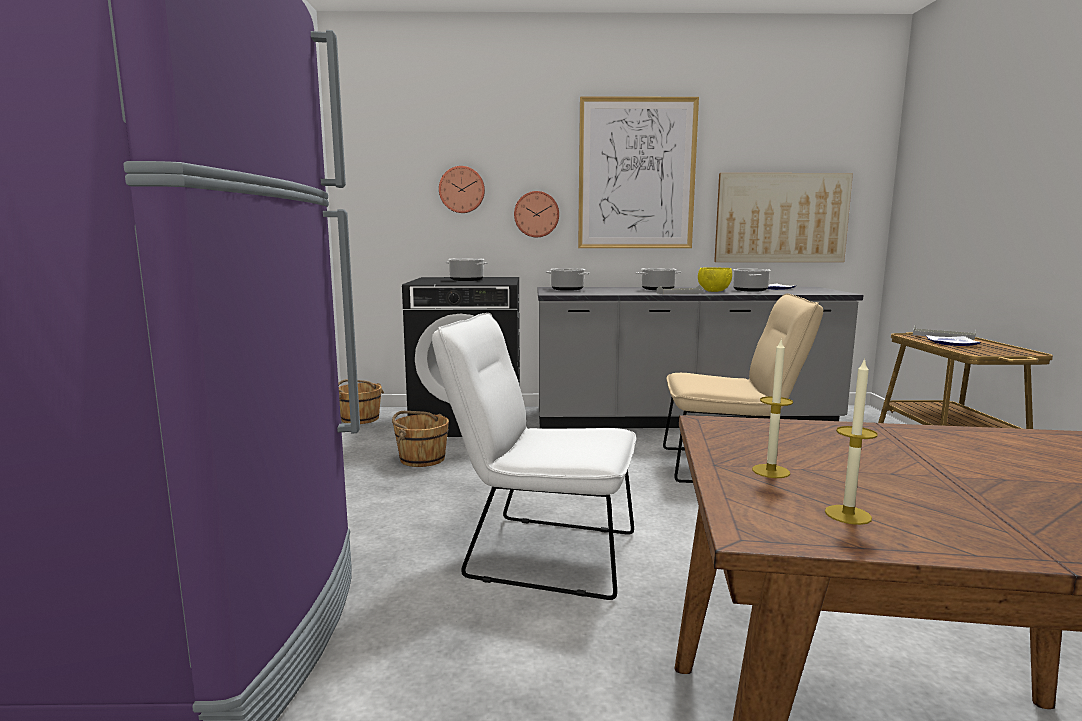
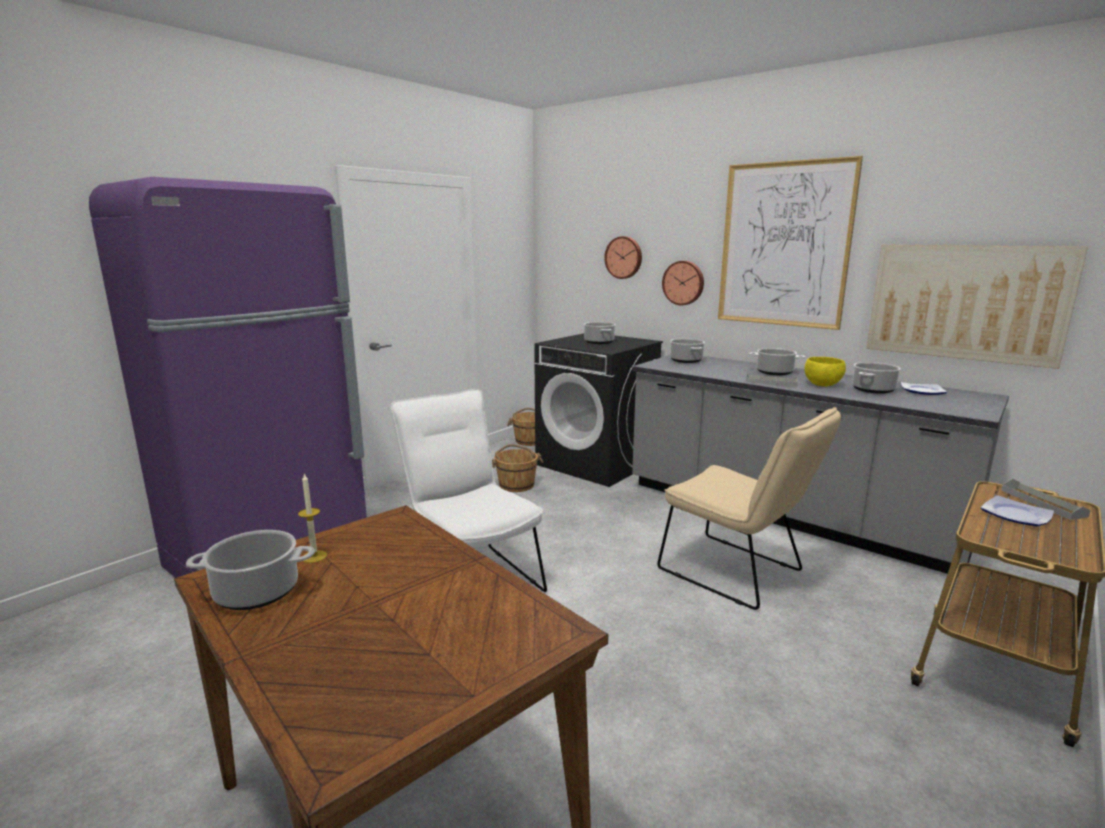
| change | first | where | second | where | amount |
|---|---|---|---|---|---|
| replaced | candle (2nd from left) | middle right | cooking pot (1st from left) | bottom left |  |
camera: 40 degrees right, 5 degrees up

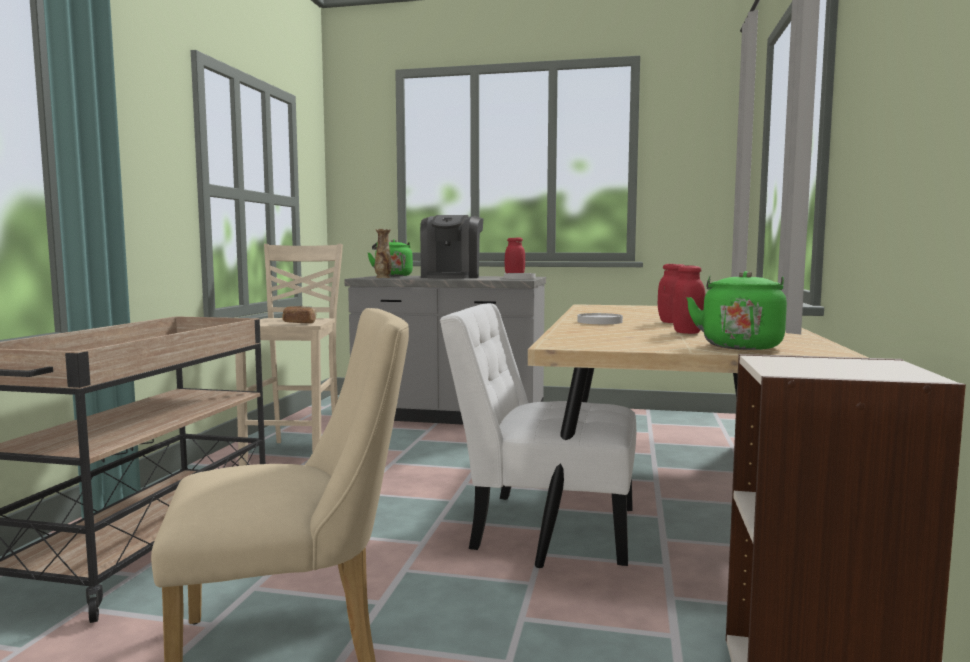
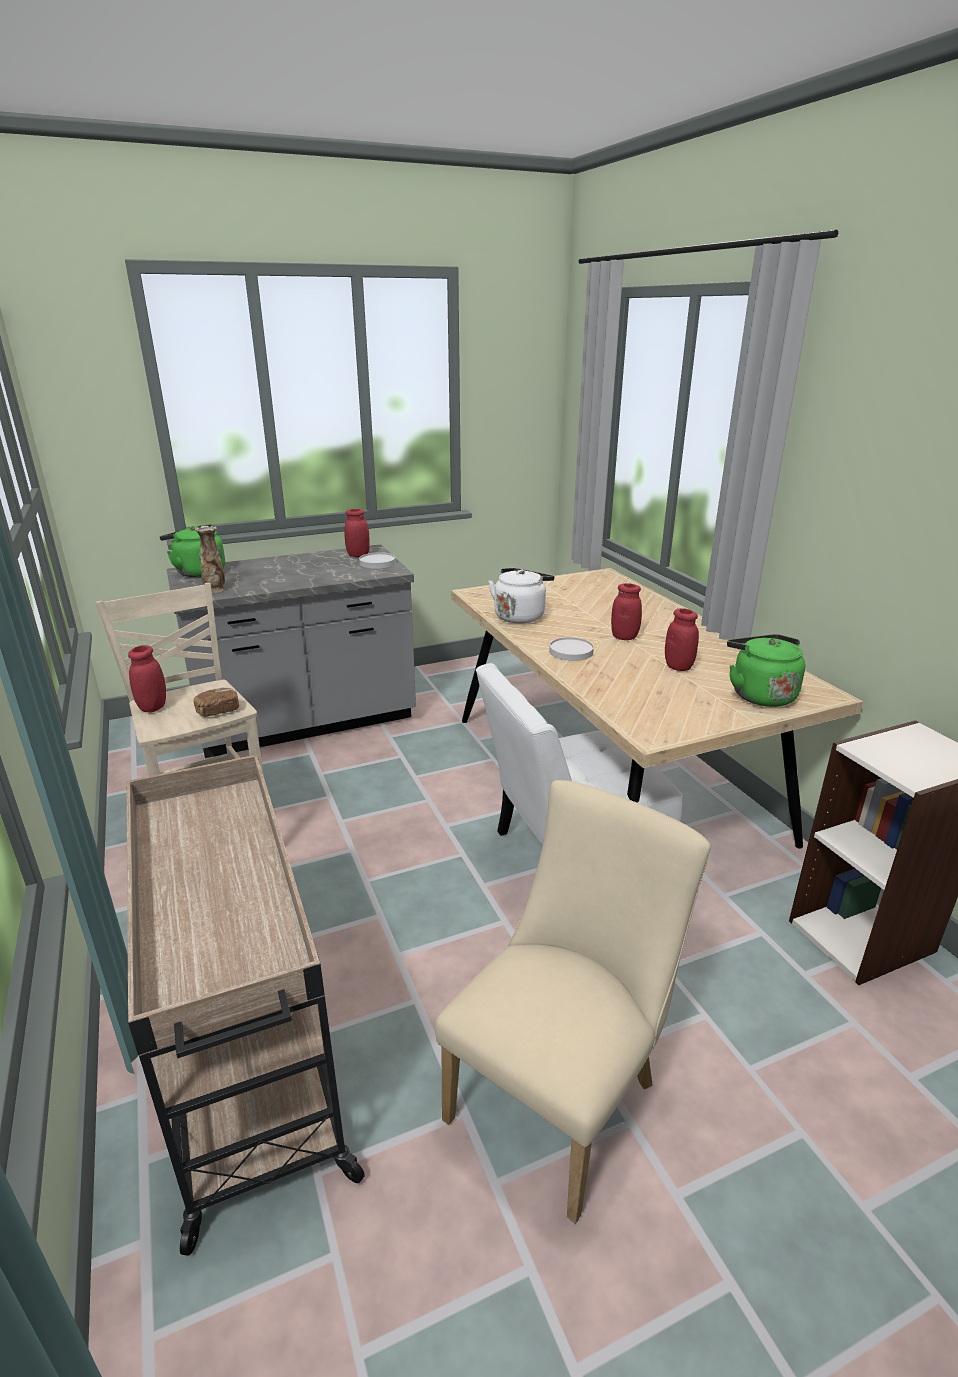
| change | first | where | second | where | amount |
|---|---|---|---|---|---|
| removed | coffee machine | centre |  |  |  |
| added |  |  | jar/red (1st from left) | middle left |  |
| added |  |  | kettle/white | centre |  |
camera: 35 degrees left, 20 degrees up

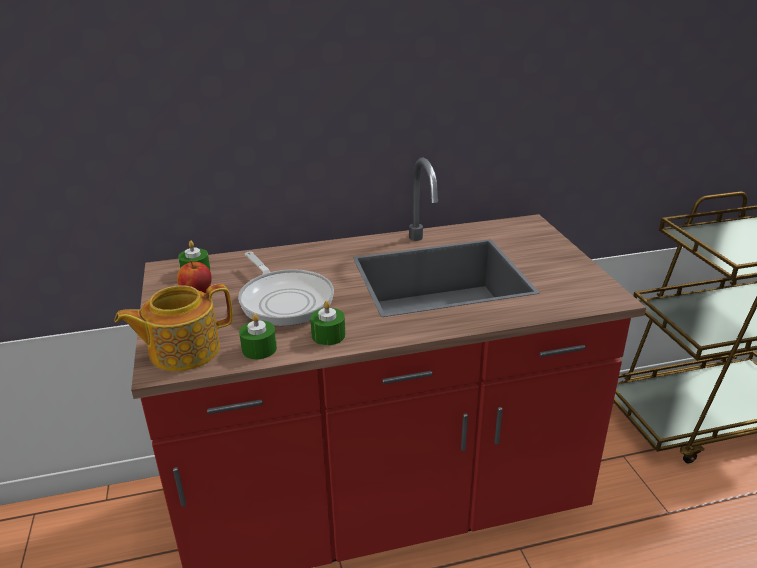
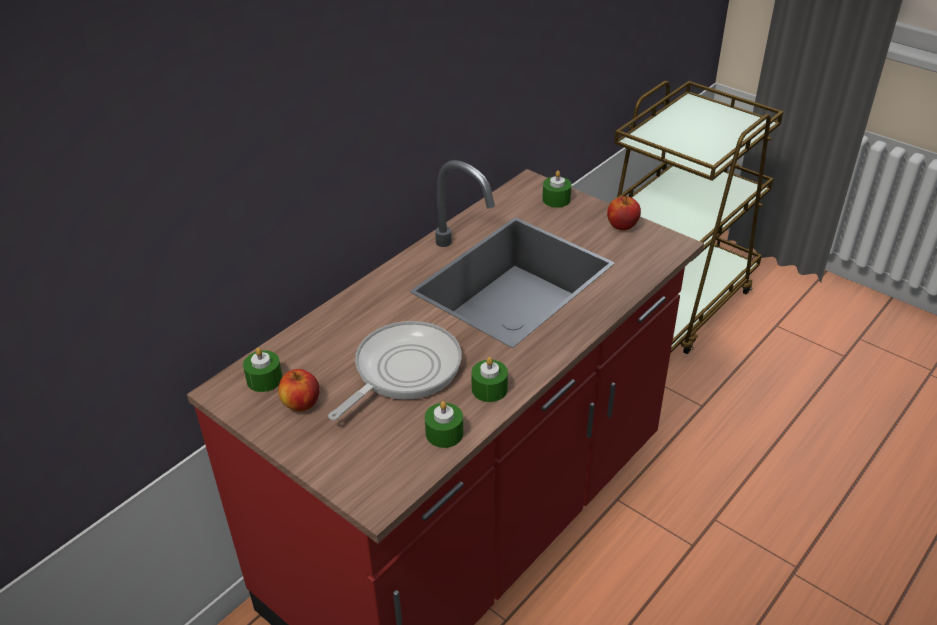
| change | first | where | second | where | amount |
|---|---|---|---|---|---|
| removed | teapot | middle left |  |  |  |
| added |  |  | candle/green (4th from left) | top centre |  |
| added |  |  | apple (2nd from left) | centre |  |
| turned | frying pan | centre |  | centre | 75 degrees counterclockwise |
camera: 35 degrees left, 10 degrees up

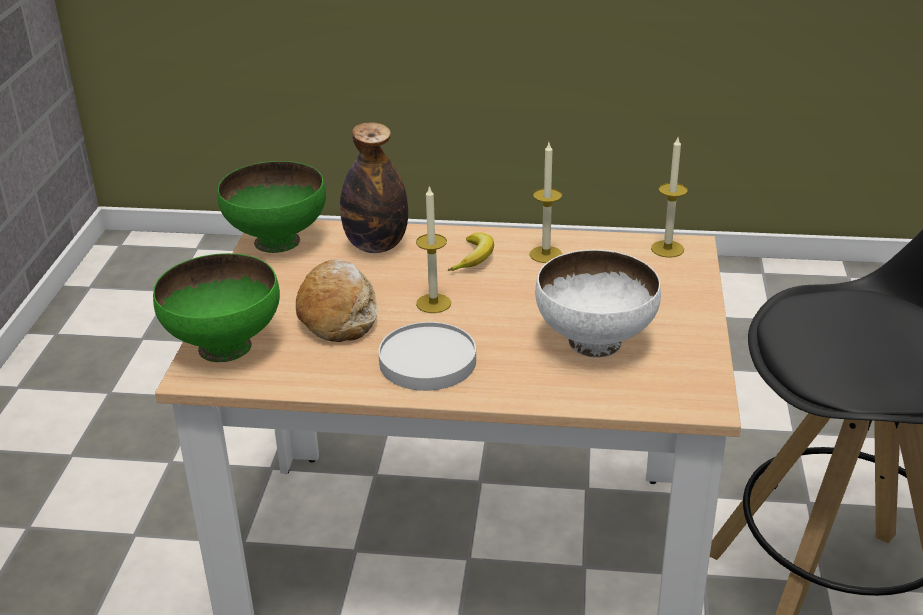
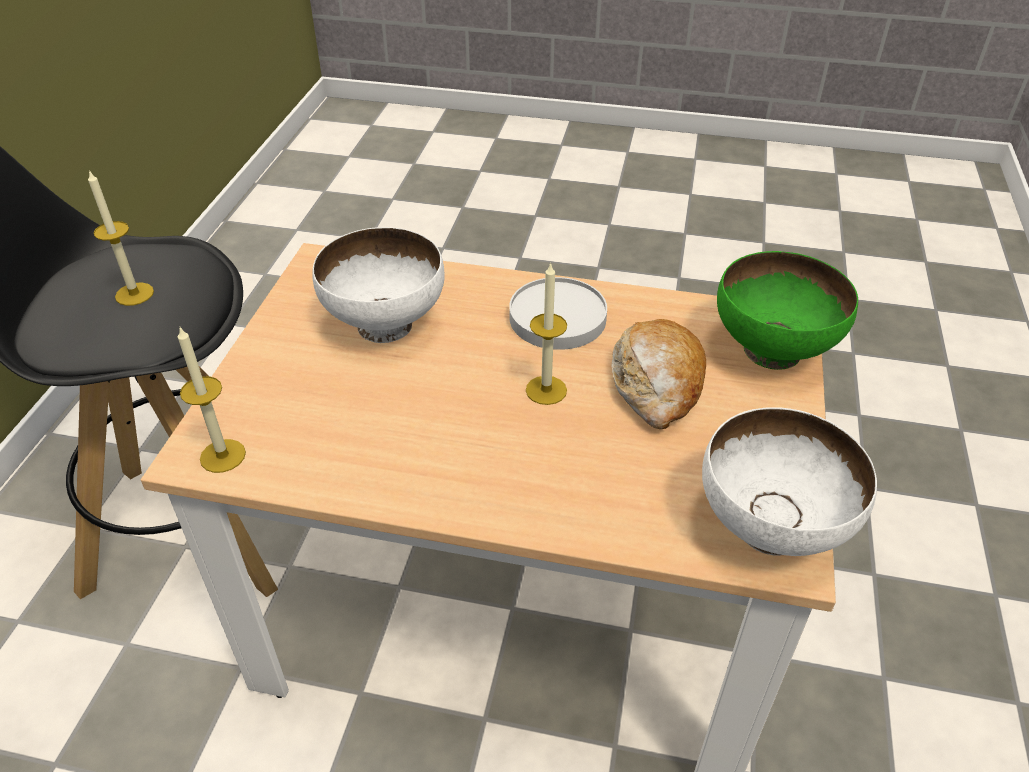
| change | first | where | second | where | amount |
|---|---|---|---|---|---|
| removed | bottle | top centre |  |  |  |
| removed | banana | centre |  |  |  |
| moved | candle (2nd from left in the first image) | top centre | candle (1st from left) | top left |  |
| recoloured | bowl/green (2nd from left) | middle left | bowl/white (2nd from left) | middle right |  |
camera: 175 degrees left, 10 degrees up

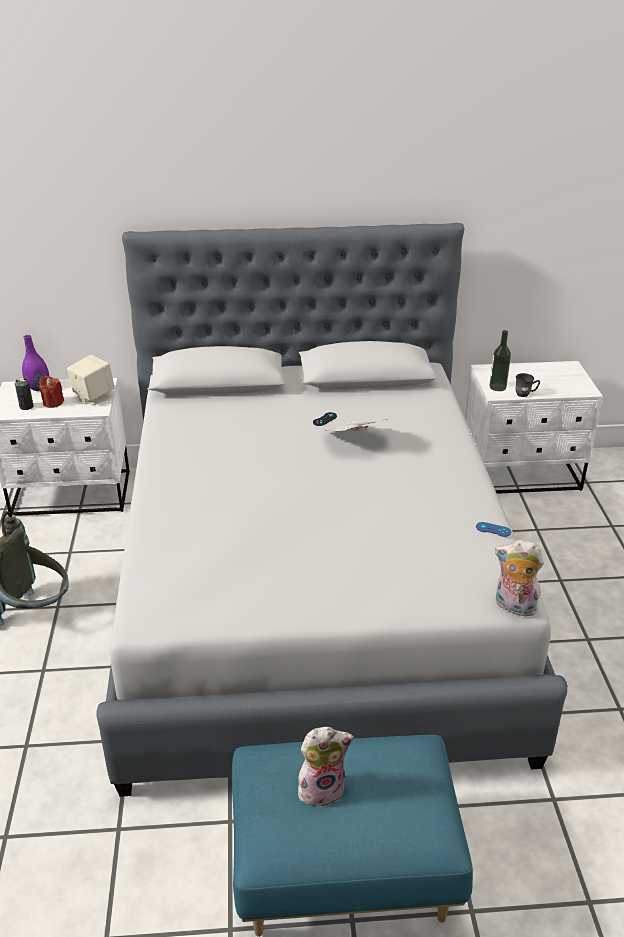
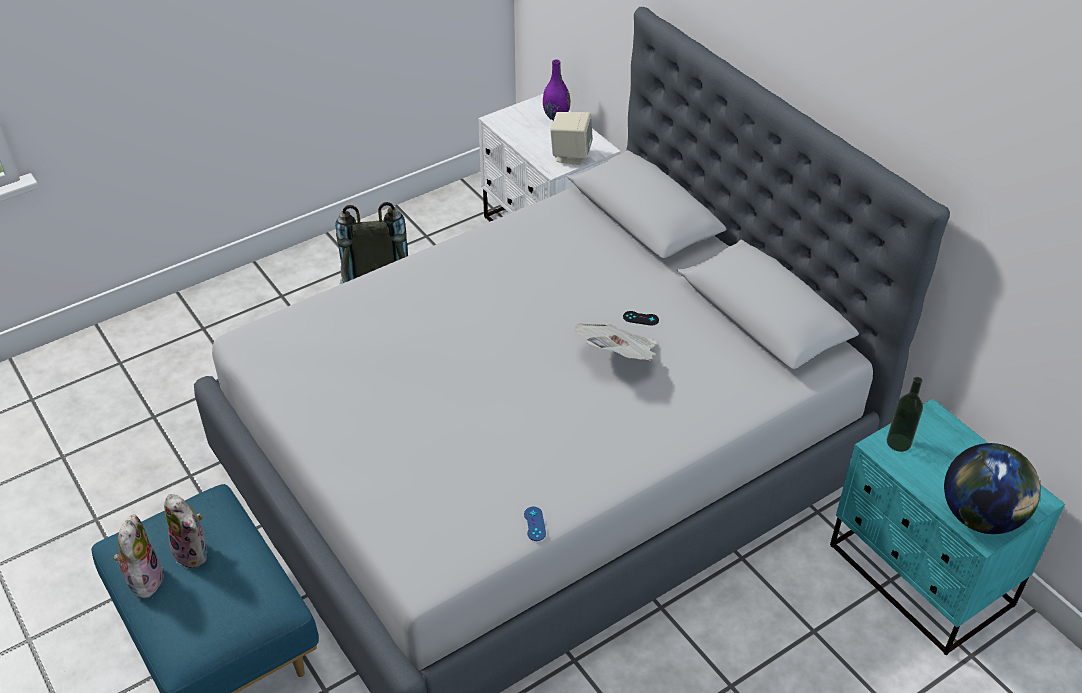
| change | first | where | second | where | amount |
|---|---|---|---|---|---|
| removed | can | middle left |  |  |  |
| removed | candle/red | middle left |  |  |  |
| removed | mug/grey | middle right |  |  |  |
| added |  |  | globe | bottom right |  |
| moved | plush toy (2nd from left in the first image) | middle right | plush toy (1st from left) | bottom left |  |
| recoloured | nightstand/white (2nd from left) | middle right | nightstand/turquoise | bottom right |  |
camera: 60 degrees right, 10 degrees up

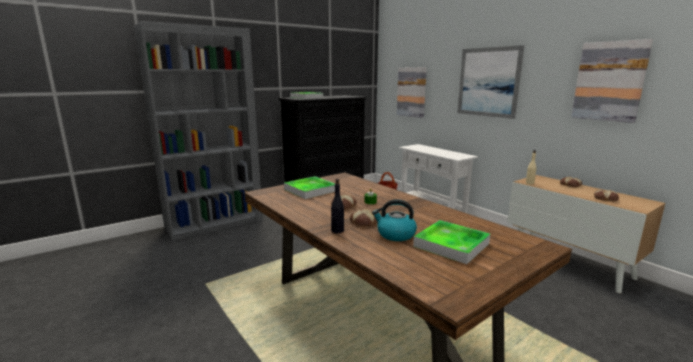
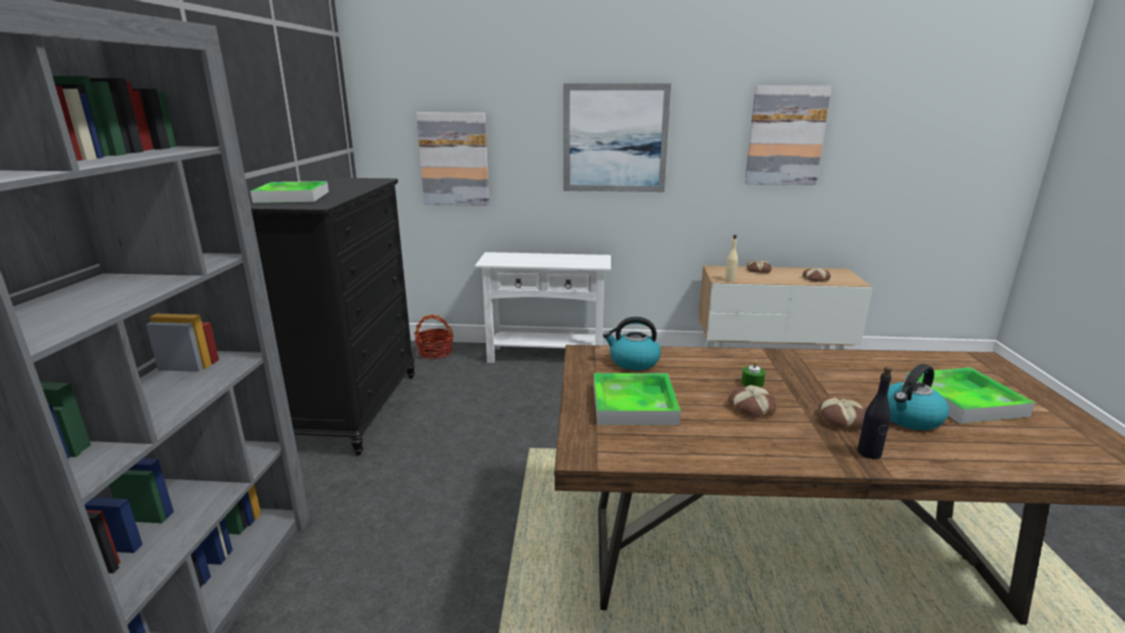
| change | first | where | second | where | amount |
|---|---|---|---|---|---|
| added |  |  | kettle (1st from left) | centre |  |
camera: 50 degrees left, 5 degrees up

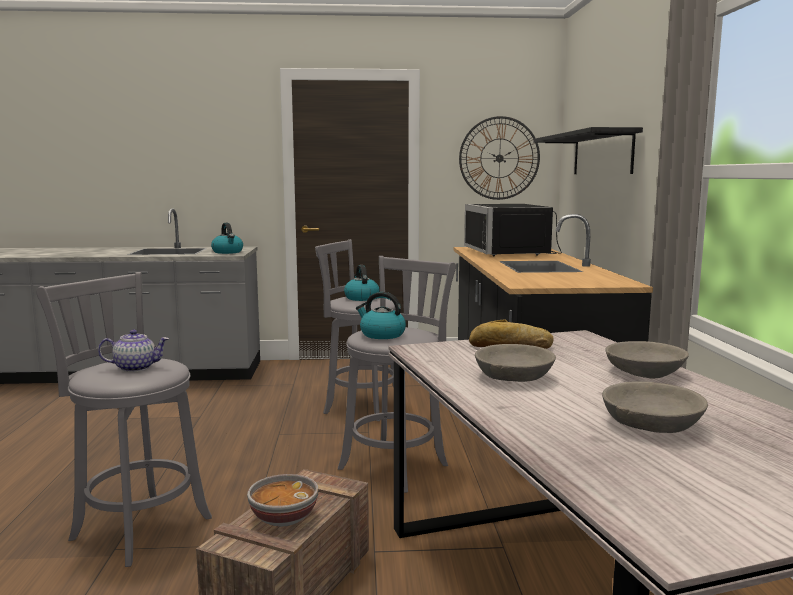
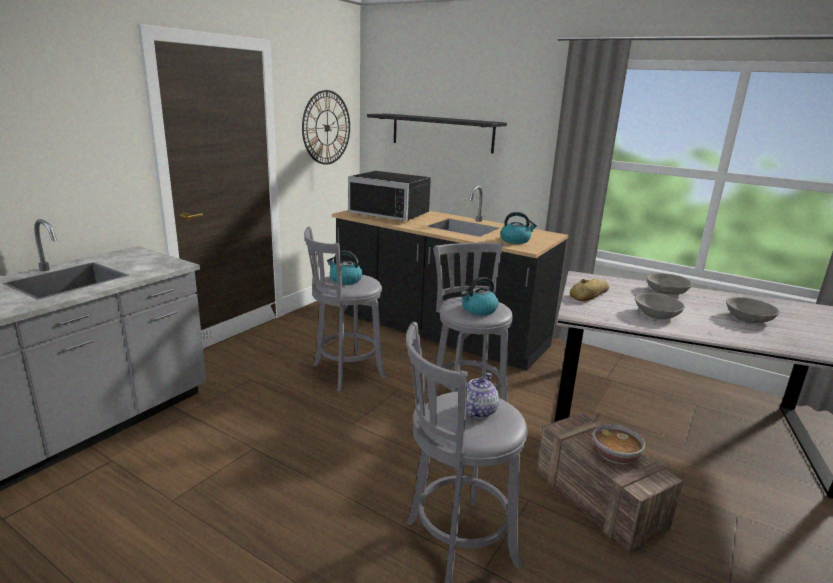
| change | first | where | second | where | amount |
|---|---|---|---|---|---|
| moved | kettle (1st from left in the first image) | middle left | kettle (3rd from left) | centre |  |
camera: 55 degrees left, 10 degrees up

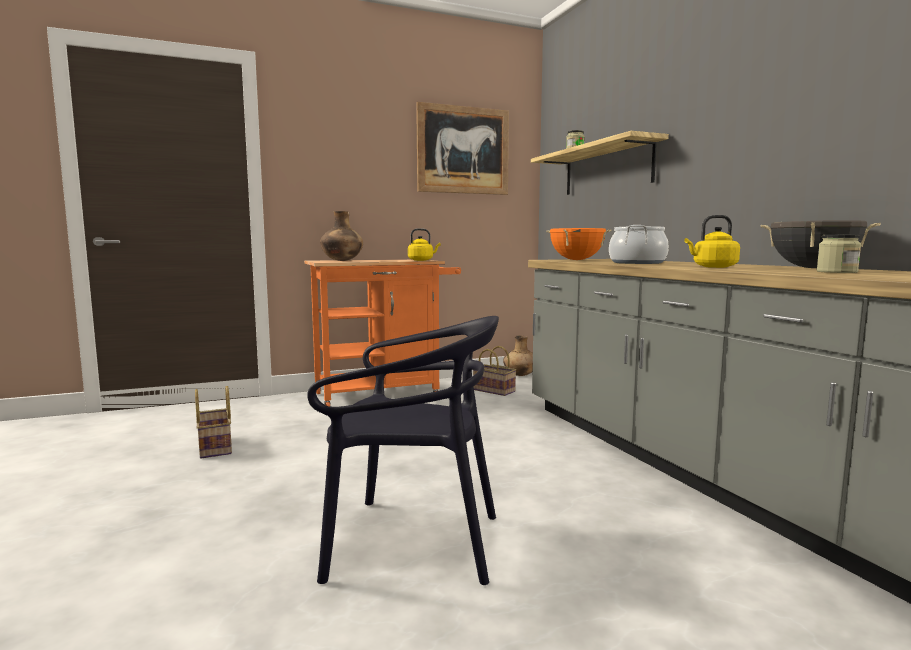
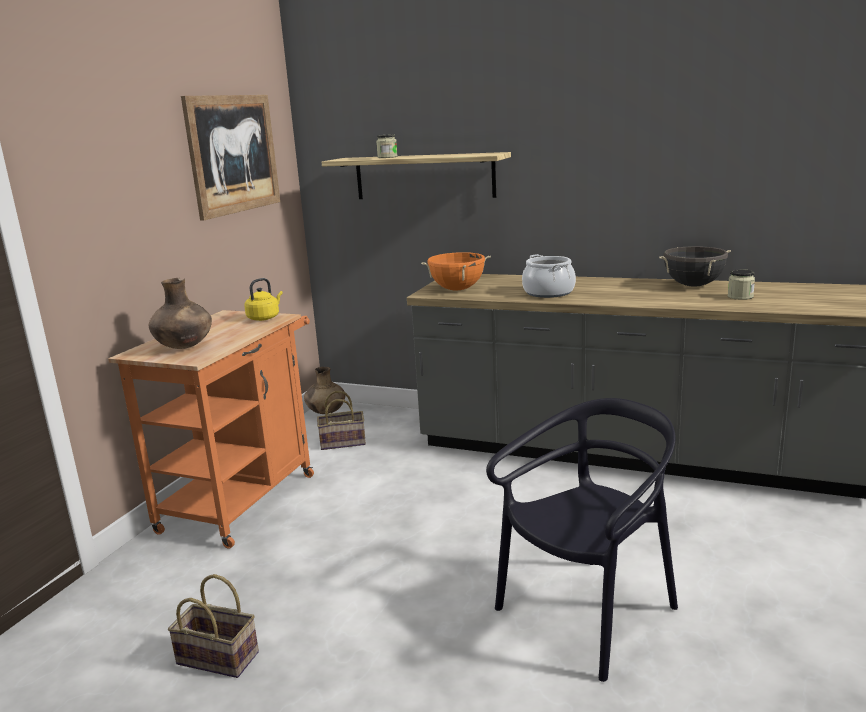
| change | first | where | second | where | amount |
|---|---|---|---|---|---|
| removed | kettle/yellow (2nd from left) | middle right |  |  |  |
camera: 45 degrees left, 10 degrees up

